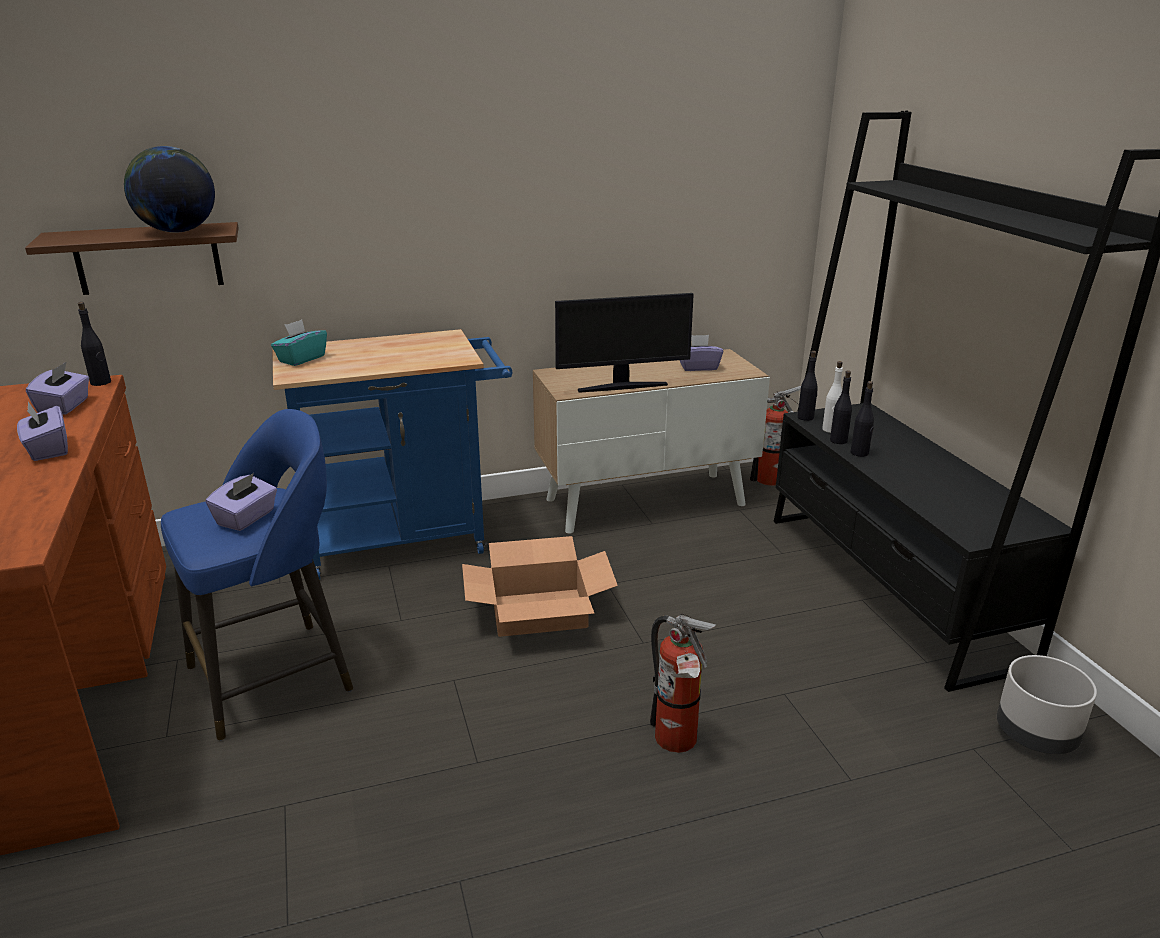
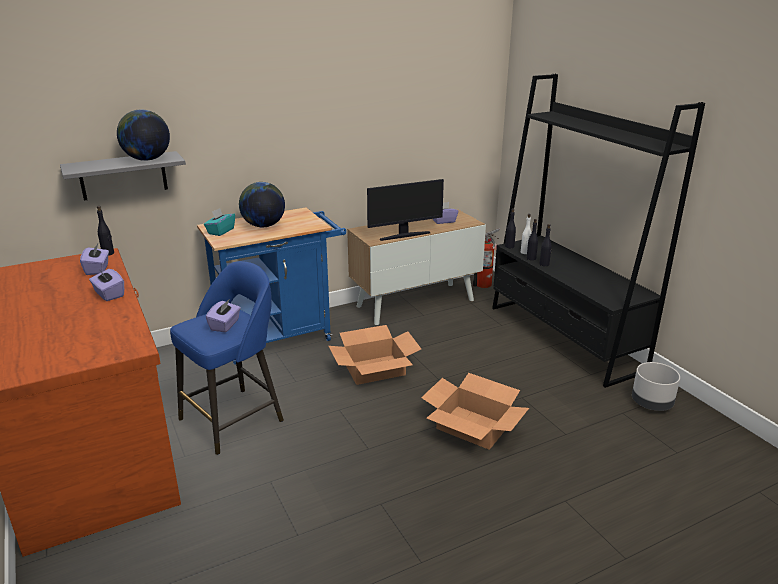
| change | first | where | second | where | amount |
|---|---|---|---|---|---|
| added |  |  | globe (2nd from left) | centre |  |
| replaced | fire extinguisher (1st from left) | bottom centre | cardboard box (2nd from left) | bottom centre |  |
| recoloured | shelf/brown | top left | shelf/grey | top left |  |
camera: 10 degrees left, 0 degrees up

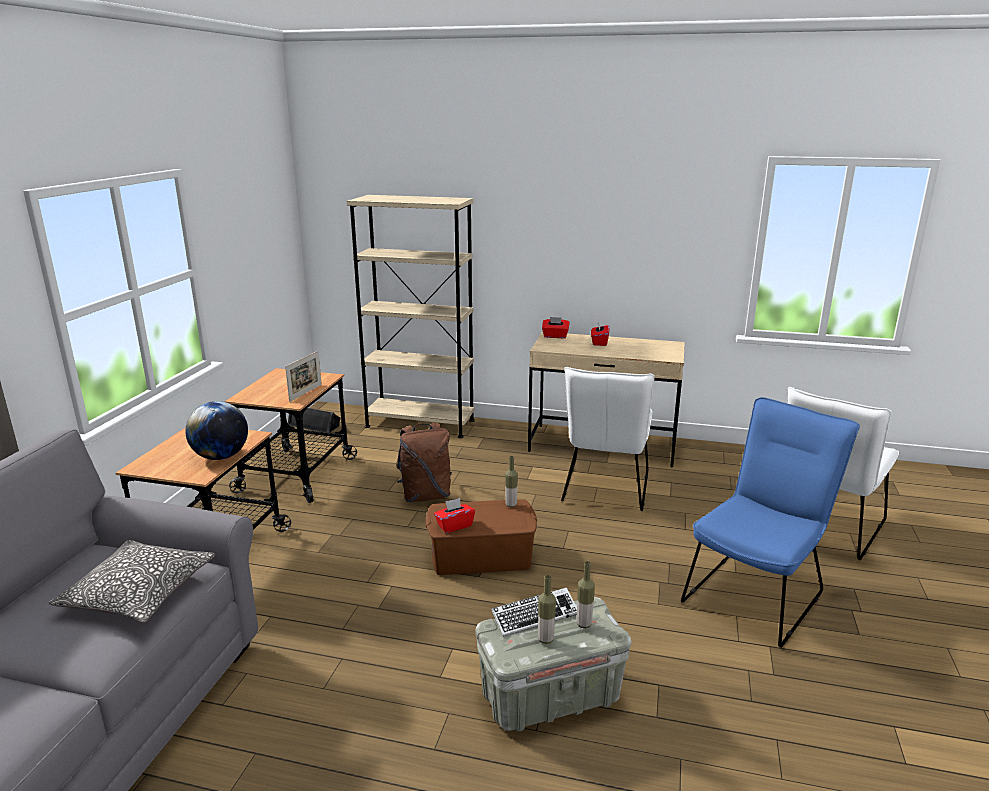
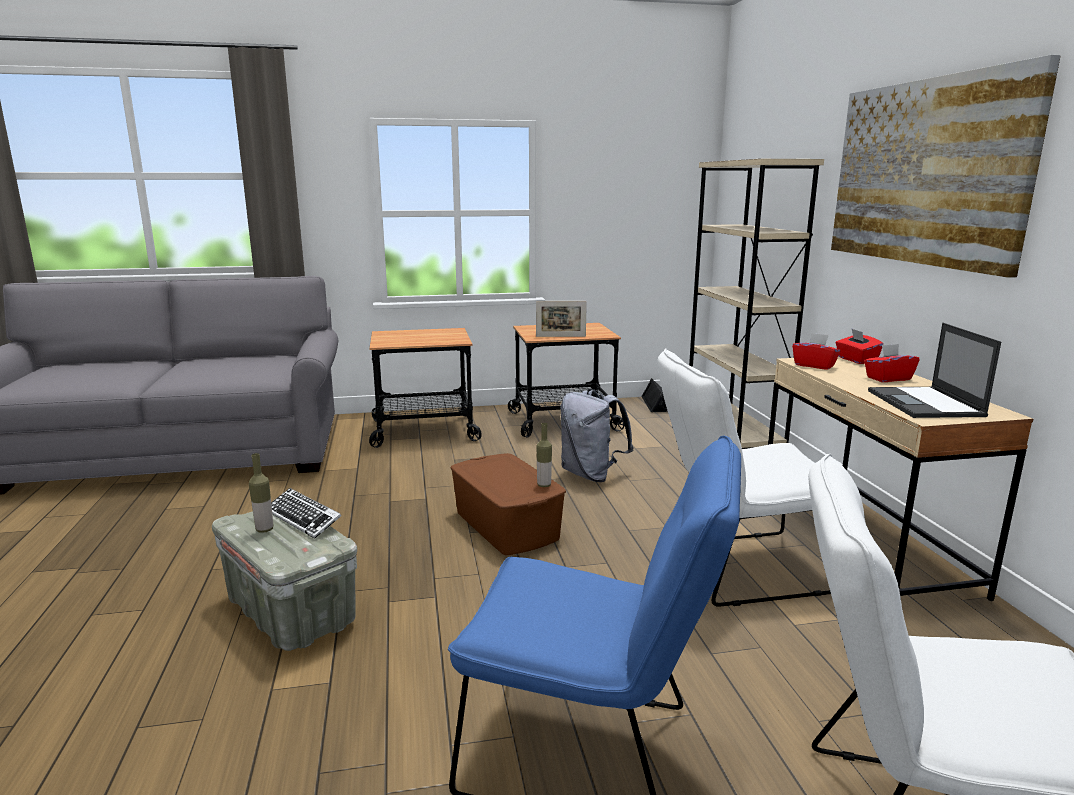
| change | first | where | second | where | amount |
|---|---|---|---|---|---|
| removed | pillow | bottom left |  |  |  |
| removed | globe | middle left |  |  |  |
| removed | bottle (3rd from left) | bottom centre |  |  |  |
| added |  |  | picture | top right |  |
| added |  |  | laptop | middle right |  |
| moved | tissue box/red (1st from left) | centre |  | middle right |  |
| recoloured | backpack/brown | centre | backpack/grey | centre |  |
camera: 65 degrees right, 5 degrees down

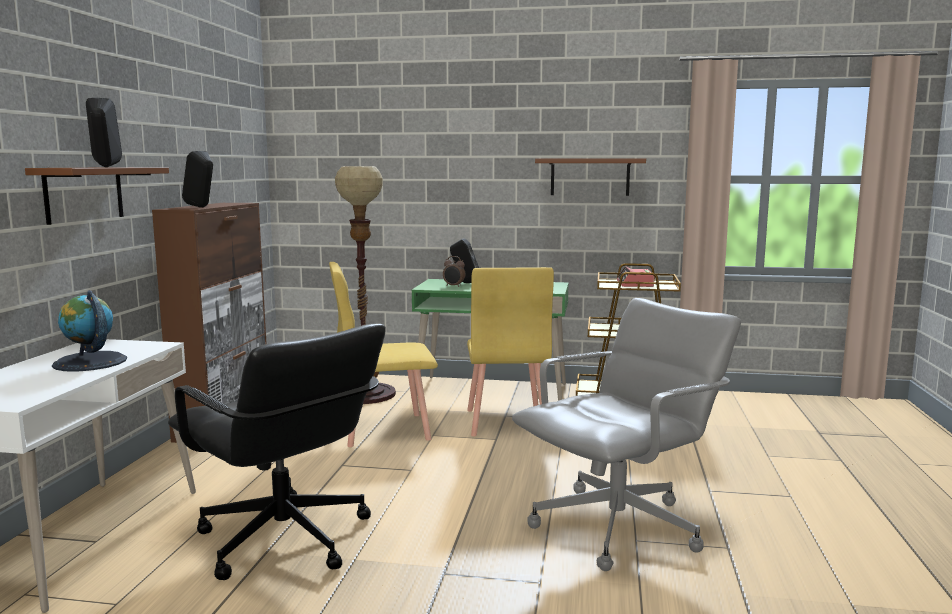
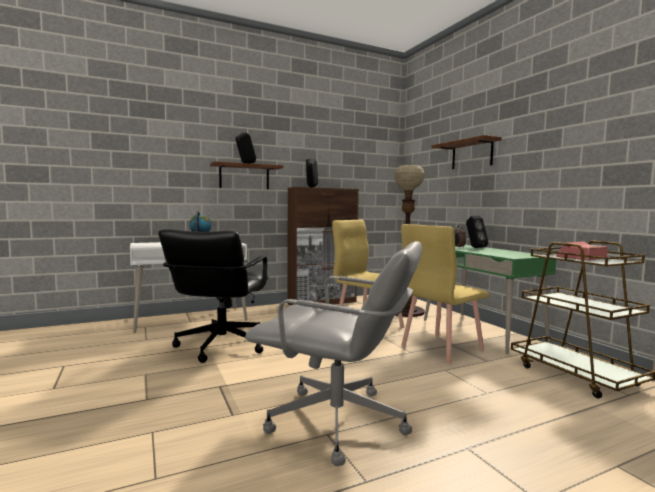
| change | first | where | second | where | amount |
|---|---|---|---|---|---|
| moved | shelf/brown (2nd from left) | top centre |  | top right |  |
camera: 55 degrees right, 5 degrees down

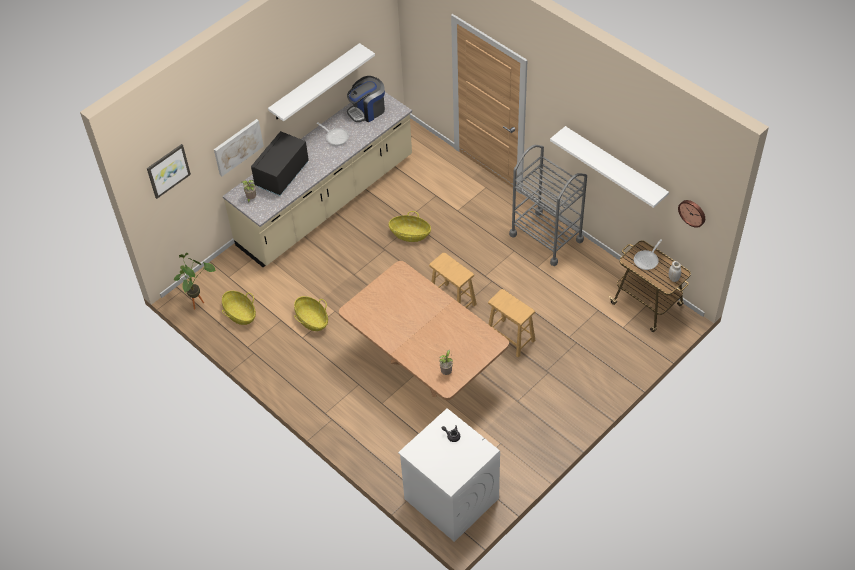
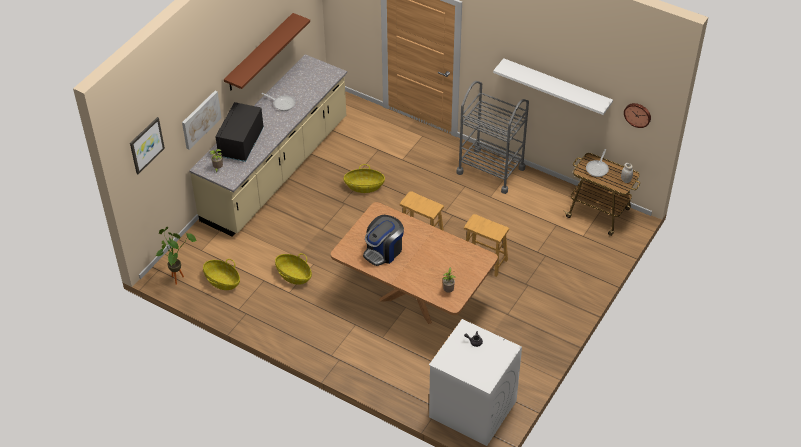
| change | first | where | second | where | amount |
|---|---|---|---|---|---|
| moved | coffee machine | top centre |  | centre |  |
| recoloured | shelf/white (1st from left) | top centre | shelf/brown | top centre |  |
camera: 15 degrees left, 5 degrees down

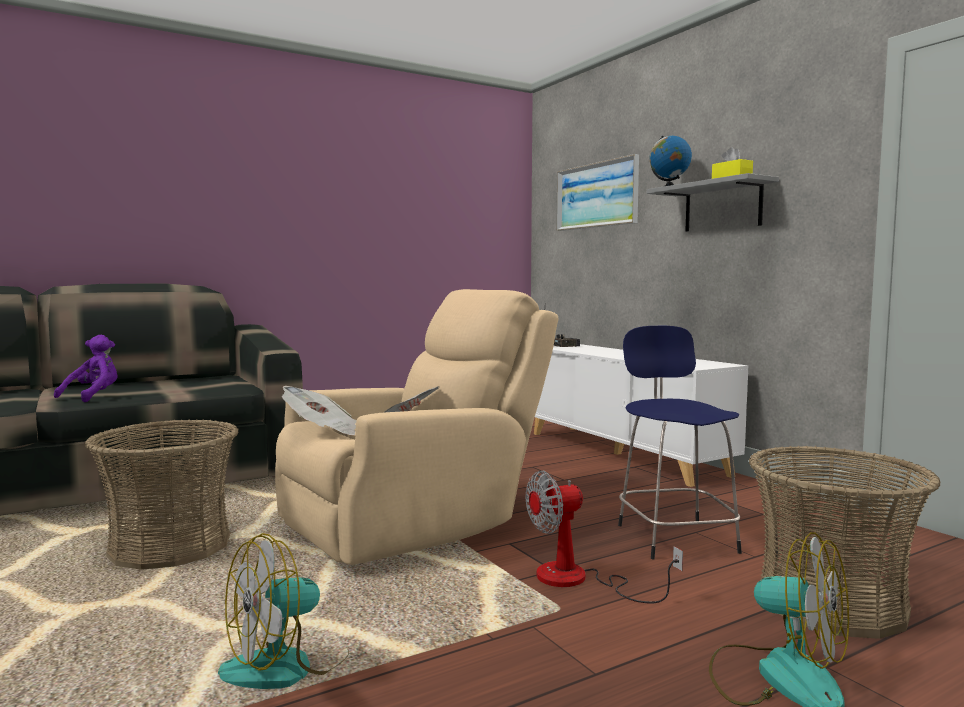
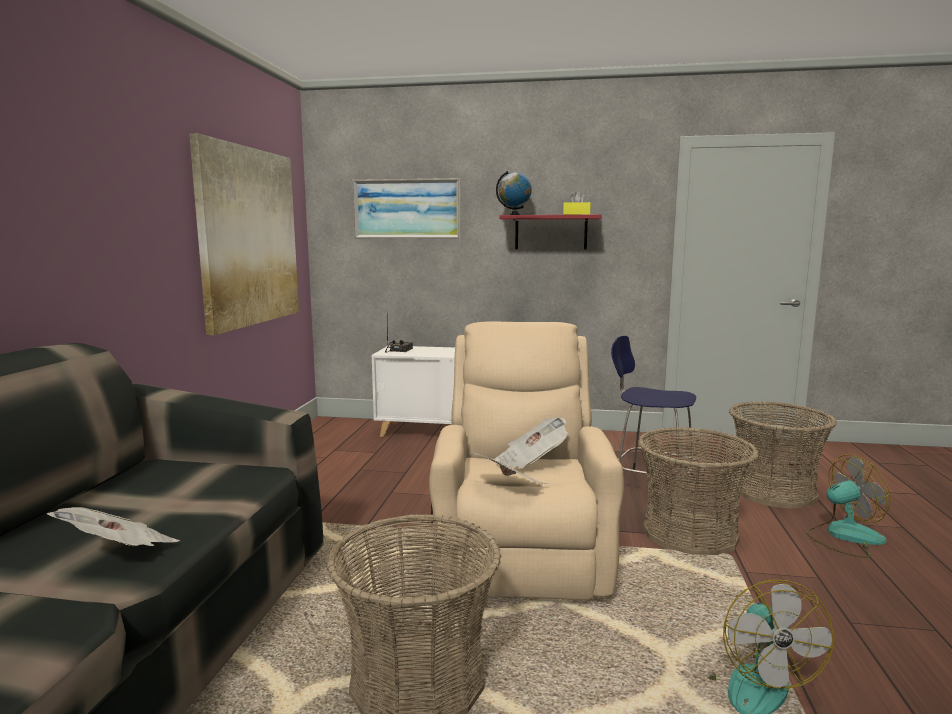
| change | first | where | second | where | amount |
|---|---|---|---|---|---|
| added |  |  | picture (1st from left) | top left |  |
| replaced | plush toy/purple | middle left | newspaper (1st from left) | bottom left |  |
| replaced | fan (2nd from left) | bottom centre | basket (2nd from left) | bottom right |  |
| recoloured | shelf/grey | top right | shelf/red | top centre |  |
camera: 50 degrees left, 5 degrees up

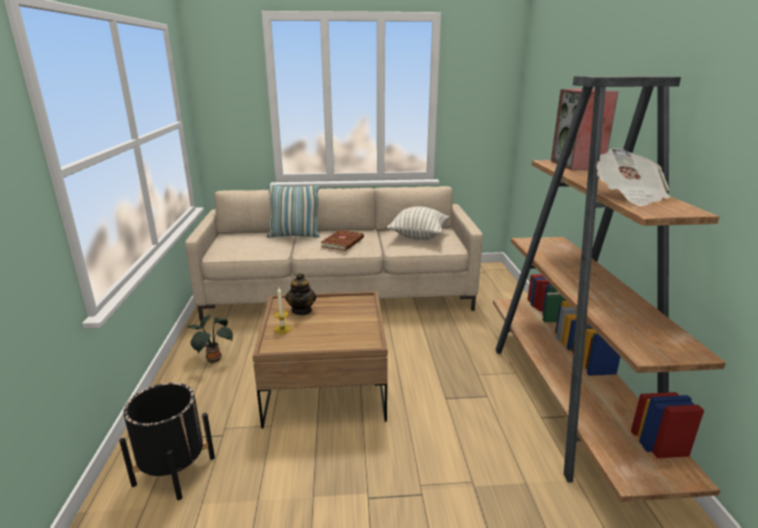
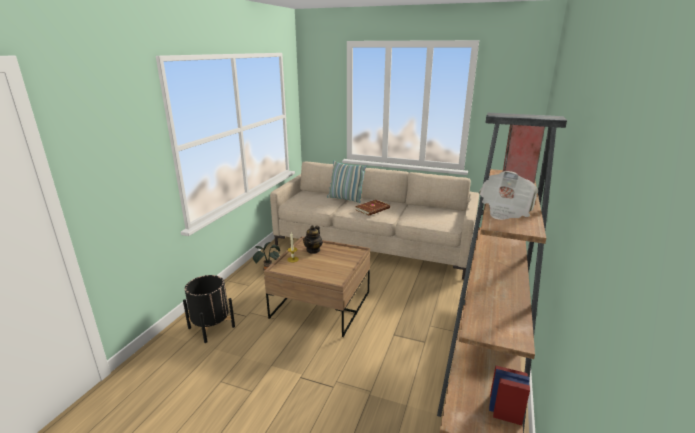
| change | first | where | second | where | amount |
|---|---|---|---|---|---|
| removed | pillow (2nd from left) | centre |  |  |  |
camera: 25 degrees right, 0 degrees up

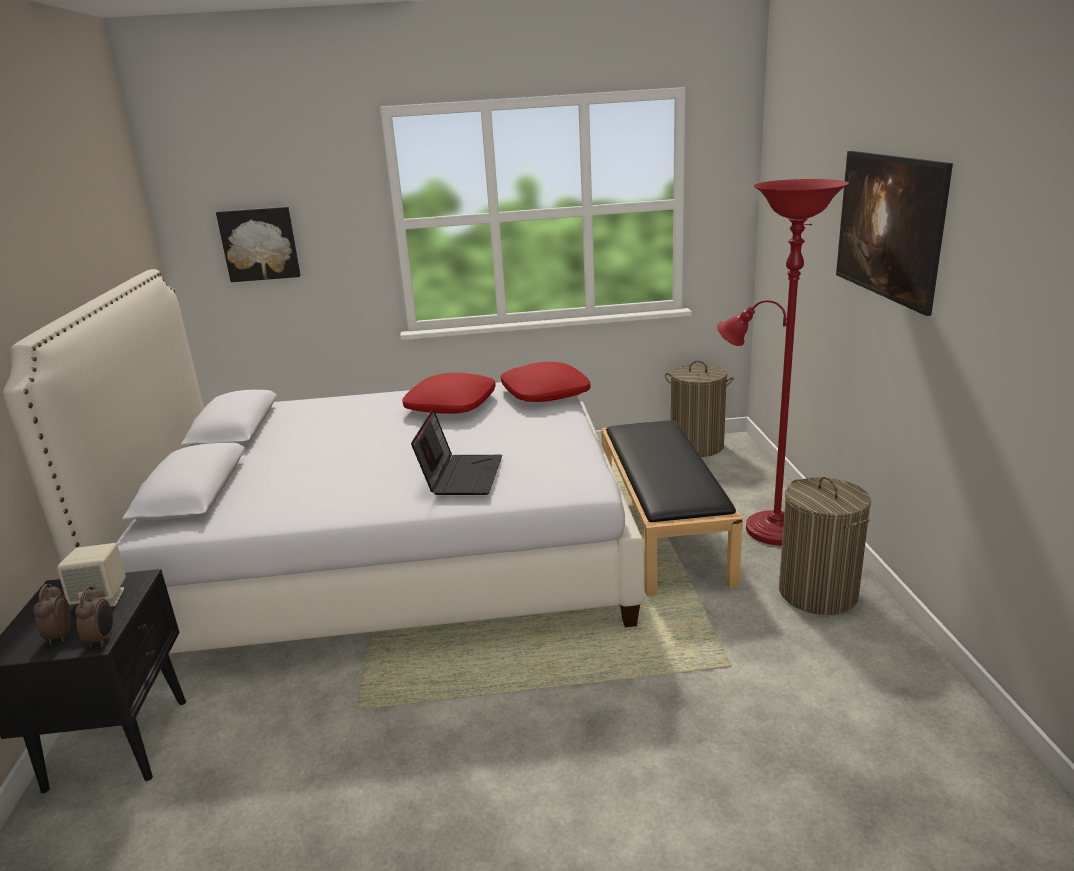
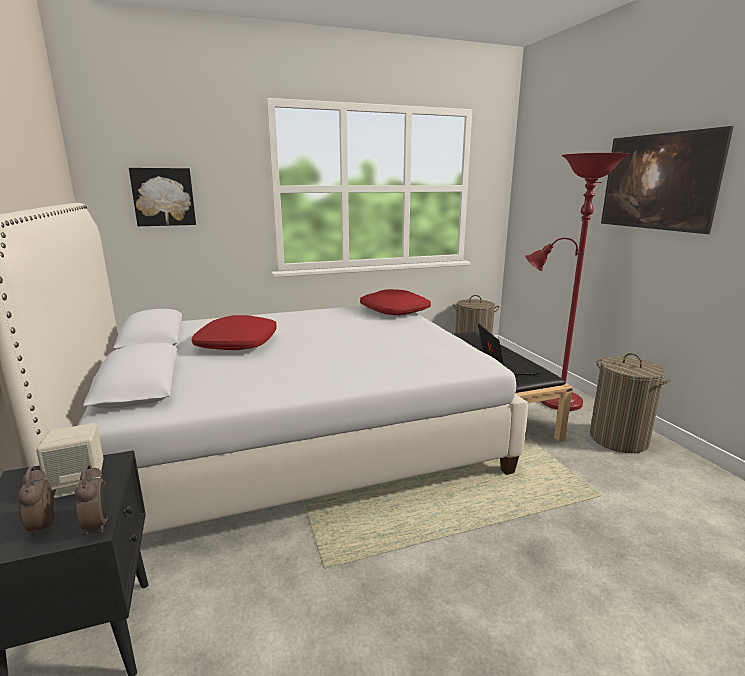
| change | first | where | second | where | amount |
|---|---|---|---|---|---|
| moved | pillow/red (1st from left) | centre |  | middle left |  |
| moved | laptop | centre |  | middle right |  |
camera: 15 degrees left, 5 degrees down

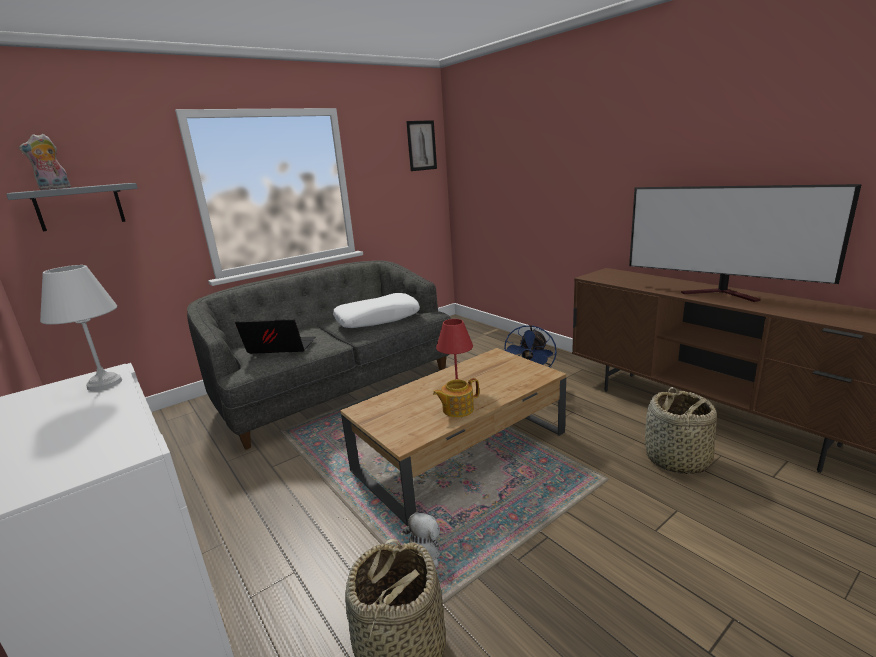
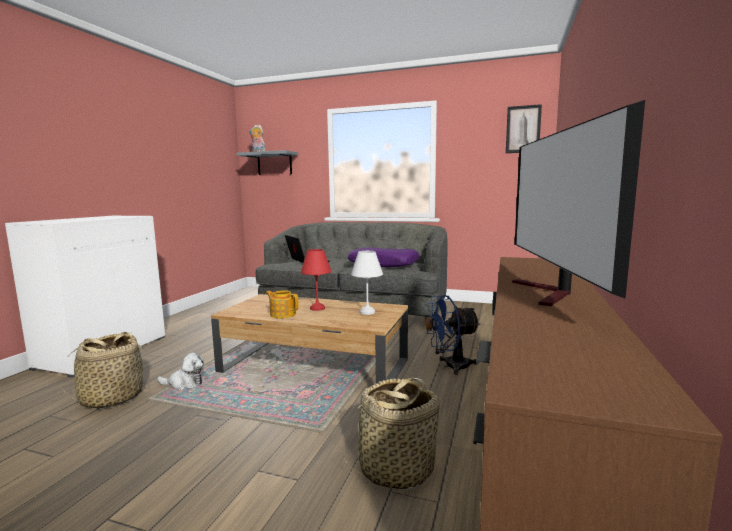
| change | first | where | second | where | amount |
|---|---|---|---|---|---|
| moved | table lamp/white | middle left |  | centre |  |
| recoloured | pillow/white | centre | pillow/purple | centre |  |
camera: 55 degrees right, 10 degrees down

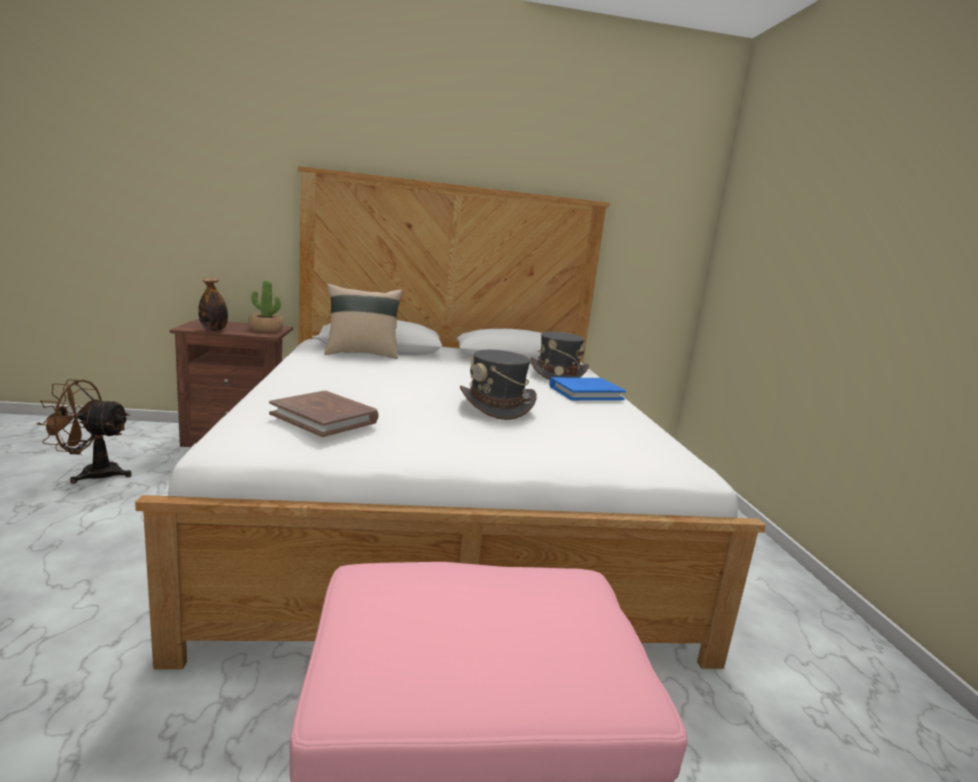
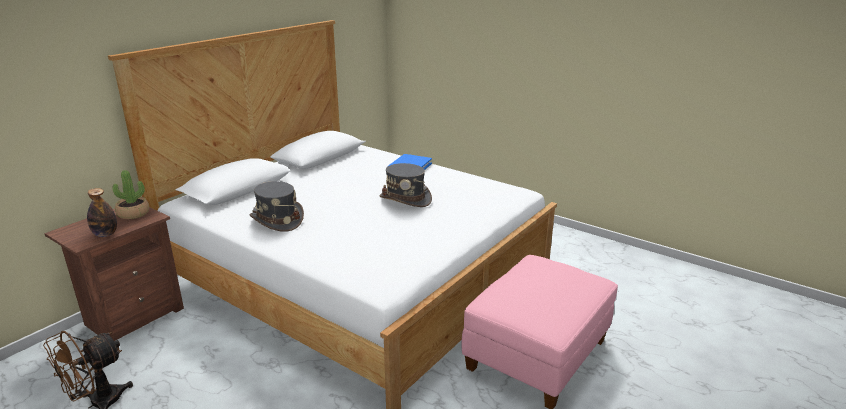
| change | first | where | second | where | amount |
|---|---|---|---|---|---|
| removed | book/brown | middle left |  |  |  |
| removed | pillow/beige | centre |  |  |  |
| moved | hat/grey (2nd from left in the first image) | centre | hat/grey (1st from left) | middle left |  |
camera: 45 degrees left, 10 degrees up

